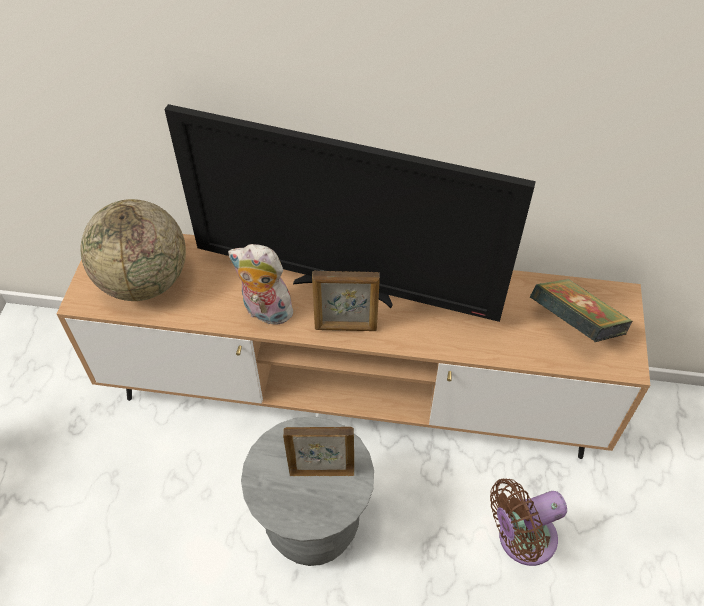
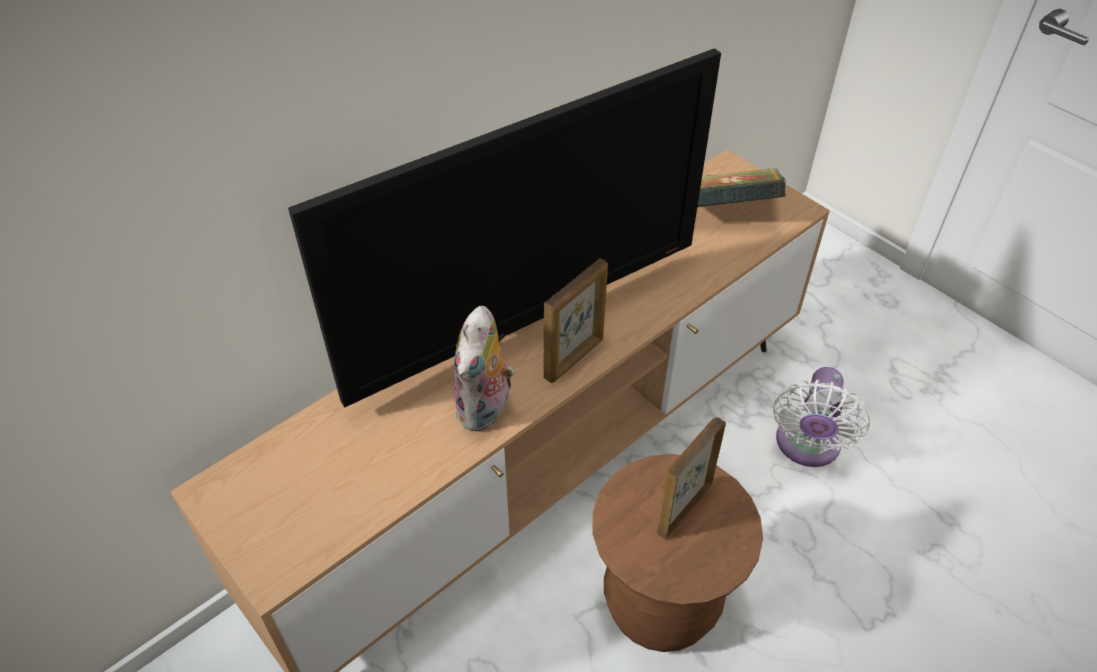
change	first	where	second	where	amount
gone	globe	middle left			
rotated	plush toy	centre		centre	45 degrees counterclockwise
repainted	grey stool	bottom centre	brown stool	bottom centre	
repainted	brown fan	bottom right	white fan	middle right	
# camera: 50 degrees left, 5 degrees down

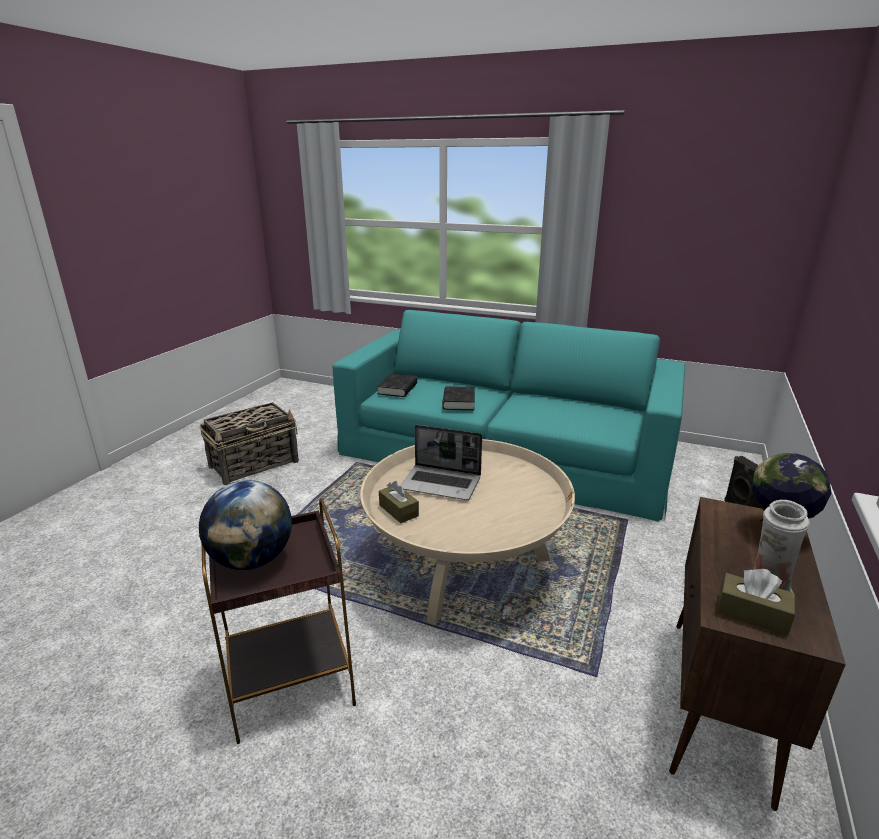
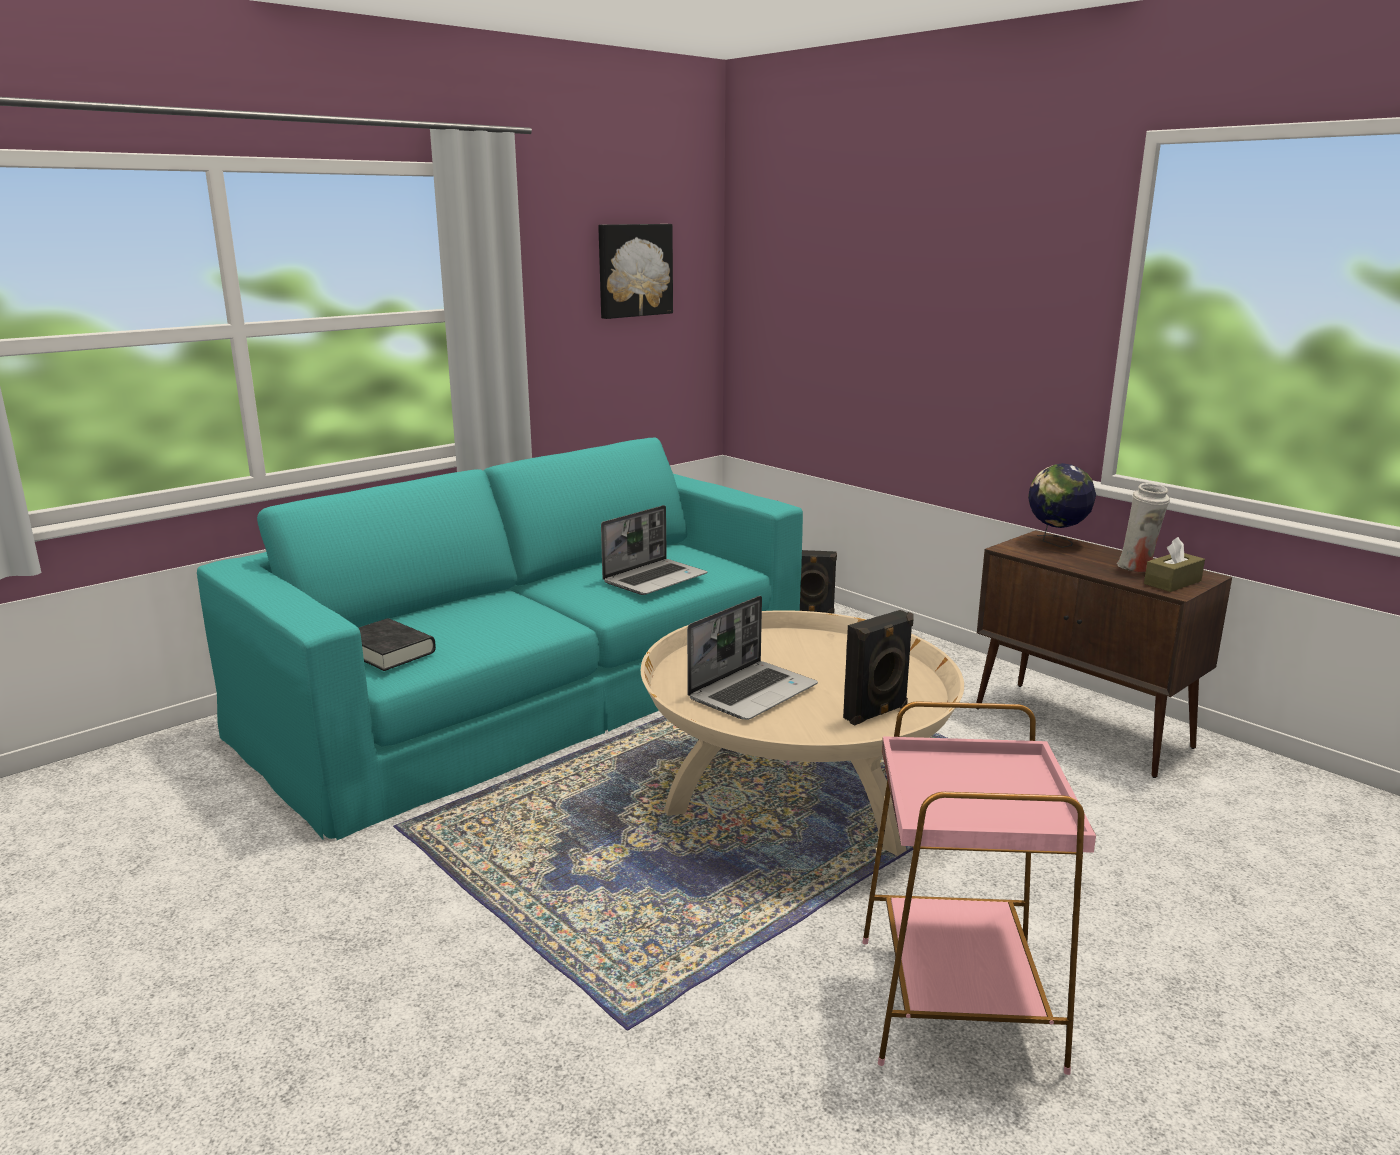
change	first	where	second	where	amount
gone	black book (no. 2 from left)	centre			
gone	basket	middle left			
gone	globe (no. 1 from left)	middle left			
gone	brown tissue box (no. 1 from left)	centre			
repainted	brown side table	bottom left	pink side table	bottom right	
new			picture	top centre	
new			laptop (no. 1 from left)	centre	
new			black speaker (no. 2 from left)	centre	
# camera: 65 degrees left, 5 degrees down

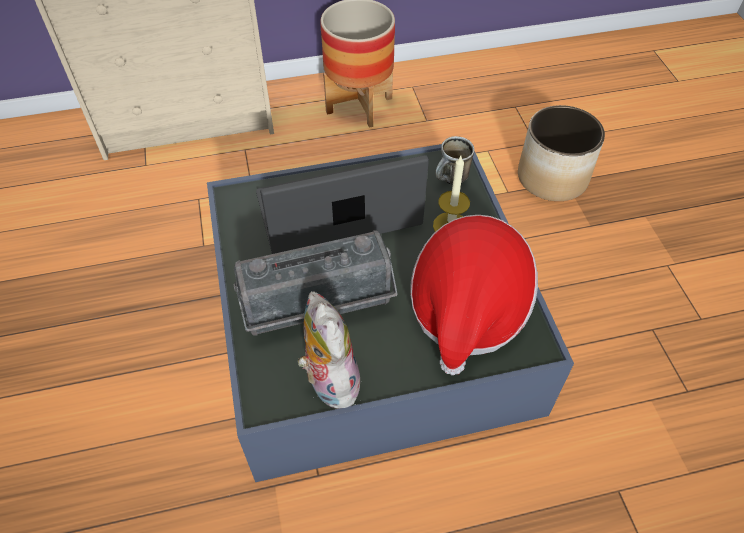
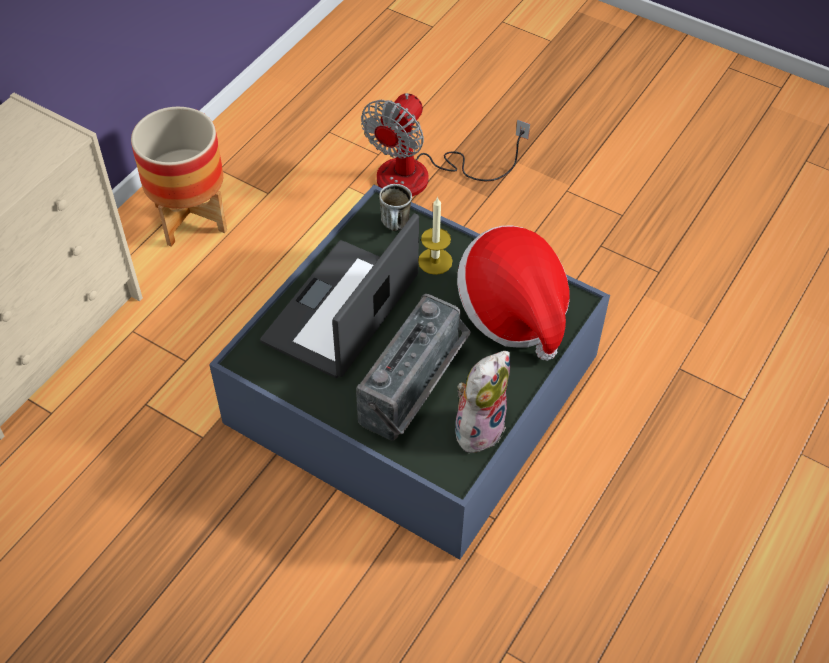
change	first	where	second	where	amount
swapped	planter (no. 2 from left)	top right	fan	top centre	
rotated	plush toy	centre		centre	105 degrees clockwise
# camera: 45 degrees left, 0 degrees up

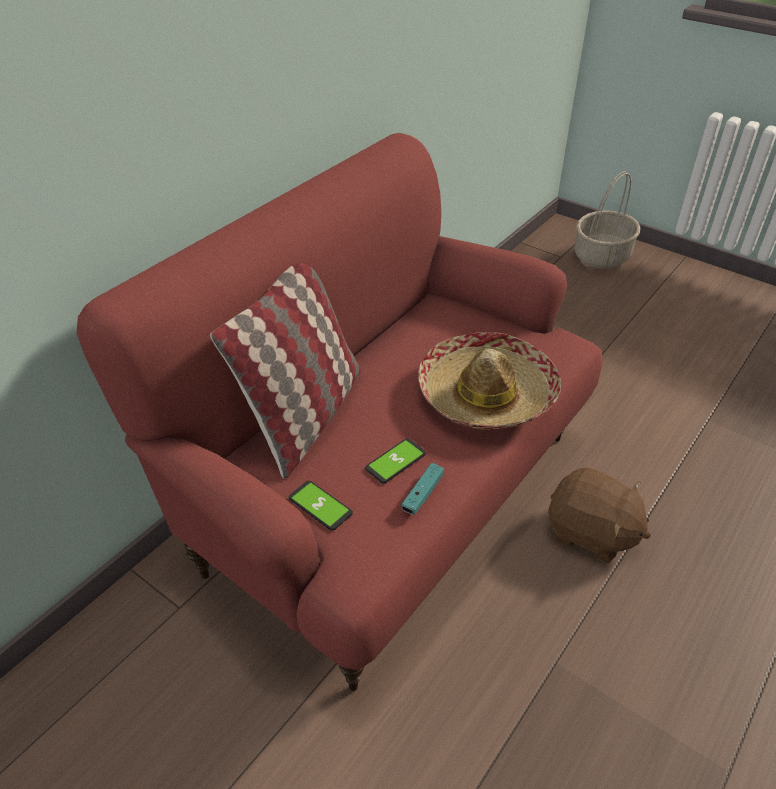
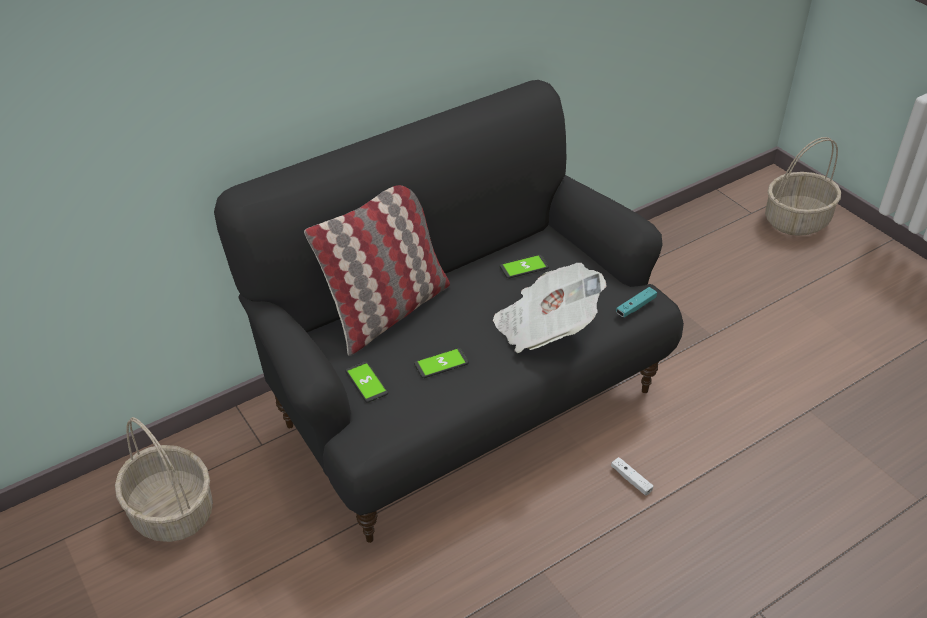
change	first	where	second	where	amount
repainted	red sofa	centre	black sofa	centre	
swapped	hat	centre	newspaper	centre	
shifted	turquoise game controller	centre		middle right	
swapped	brown plush toy	middle right	white game controller	bottom right	
new			phone (no. 3 from left)	centre	
new			basket (no. 1 from left)	bottom left	
# camera: 20 degrees right, 0 degrees up

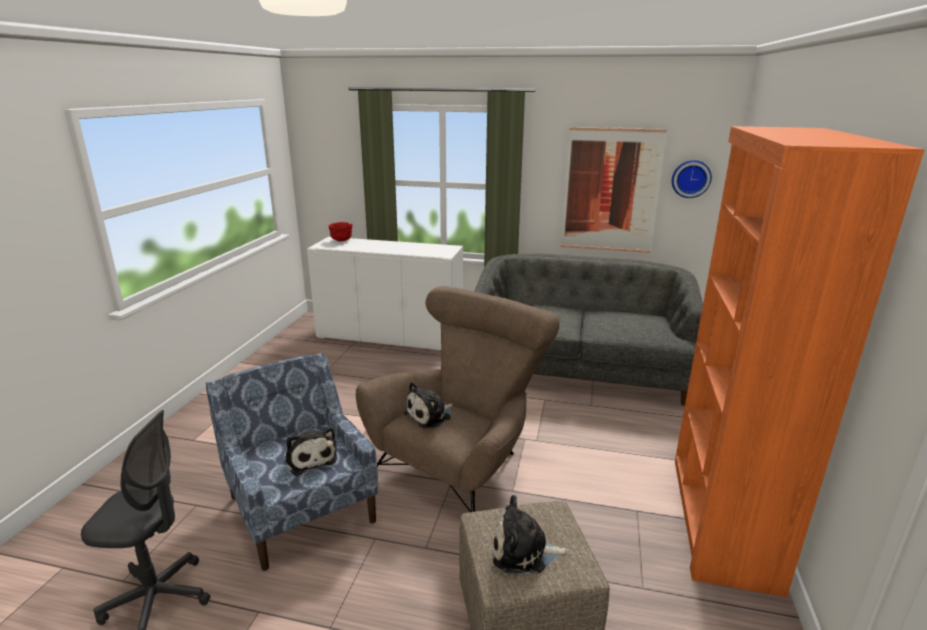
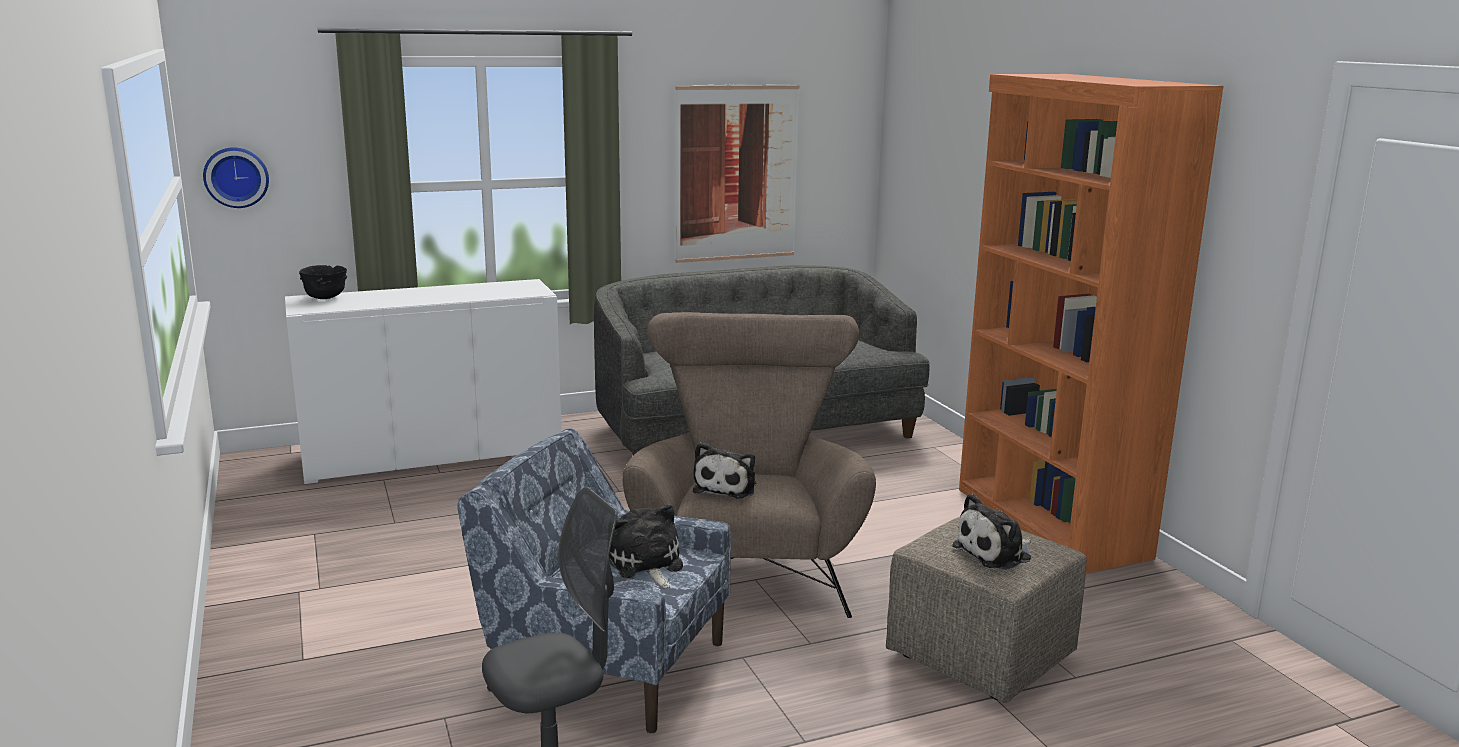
change	first	where	second	where	amount
shifted	wall clock	top right		top left	
repainted	red bowl	centre	black bowl	middle left	
rotated	plush toy (no. 1 from left)	bottom centre		bottom centre	135 degrees counterclockwise
# camera: 35 degrees left, 5 degrees down

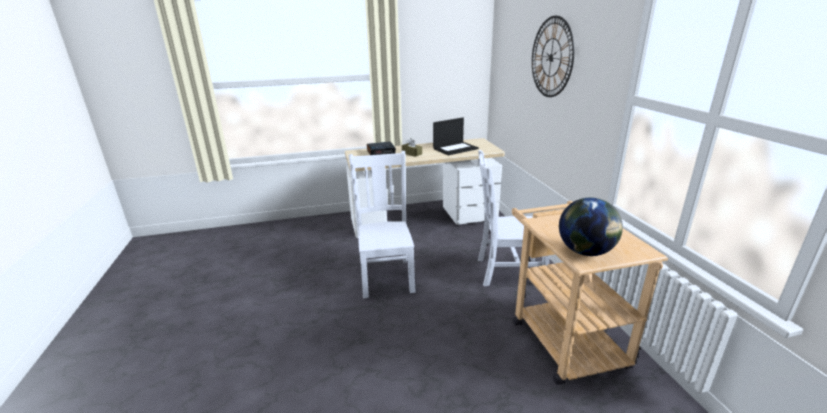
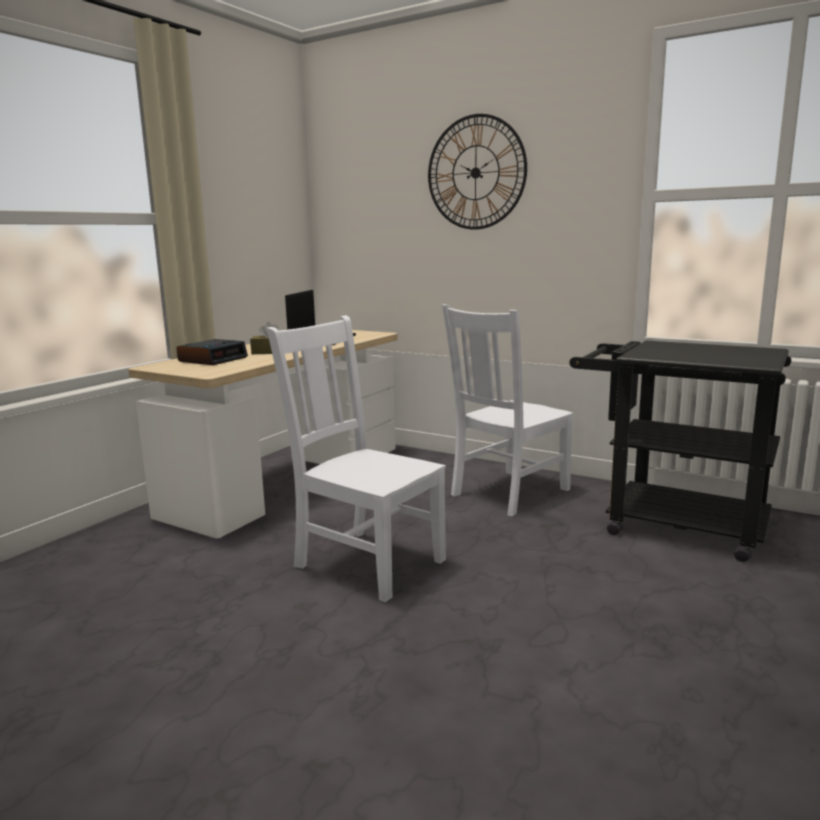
change	first	where	second	where	amount
gone	globe	middle right			
repainted	beige cart	bottom right	black cart	middle right	
# camera: 45 degrees left, 10 degrees down

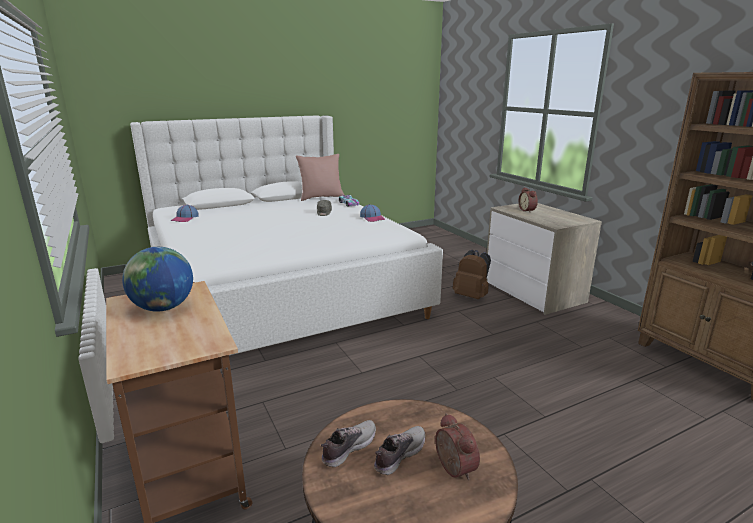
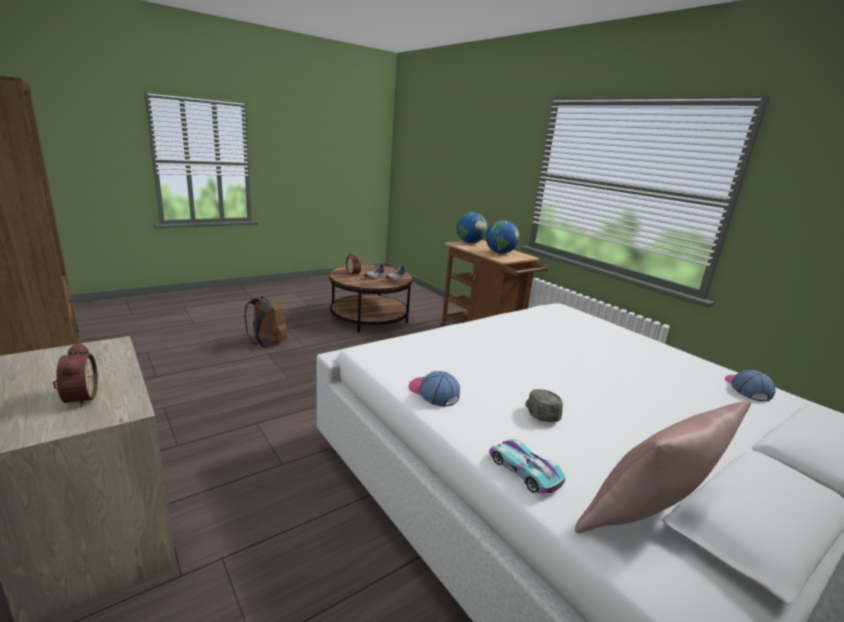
change	first	where	second	where	amount
shifted	brown backpack	centre		middle left	
new			globe (no. 1 from left)	centre	
# camera: 170 degrees right, 0 degrees up

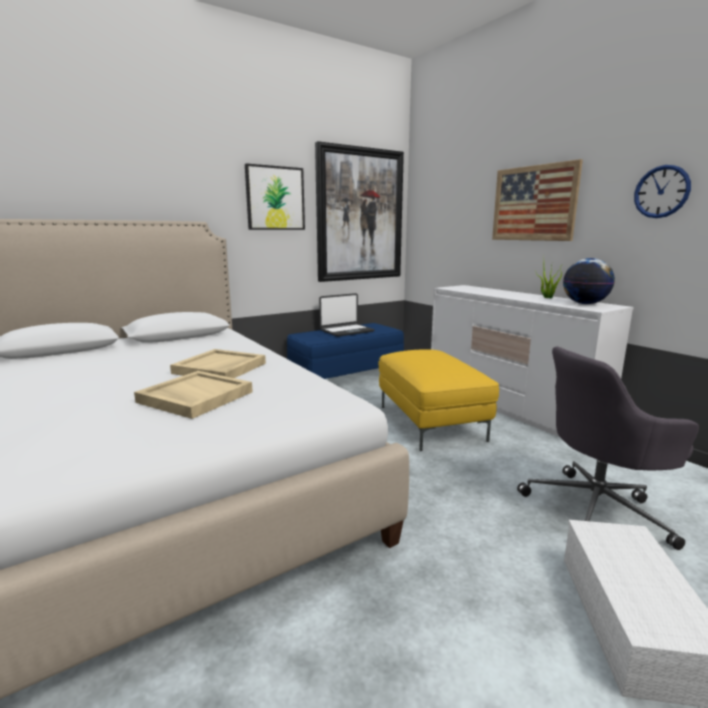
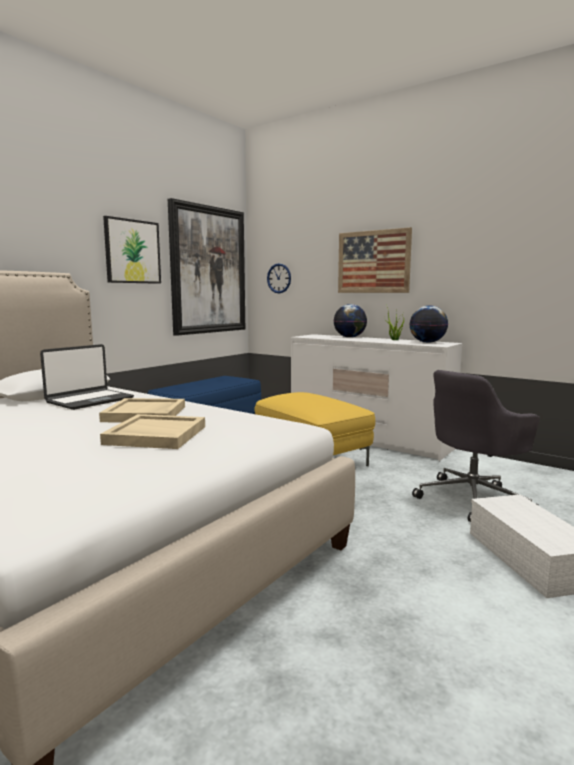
change	first	where	second	where	amount
shifted	wall clock	top right		centre	
shifted	laptop	centre		middle left	
new			globe (no. 1 from left)	centre	
# camera: 20 degrees left, 5 degrees down

